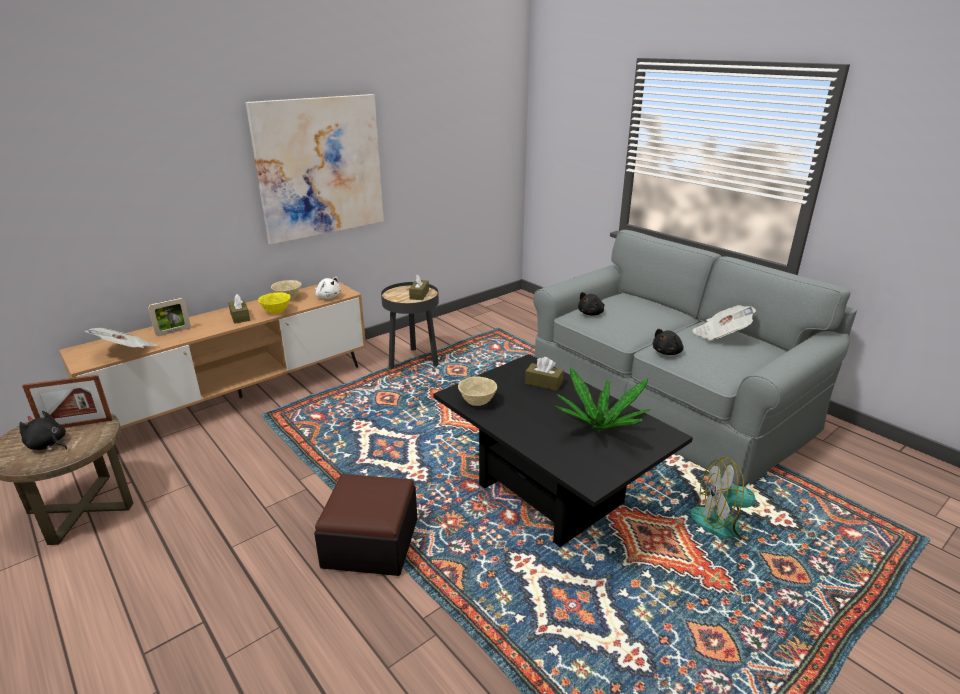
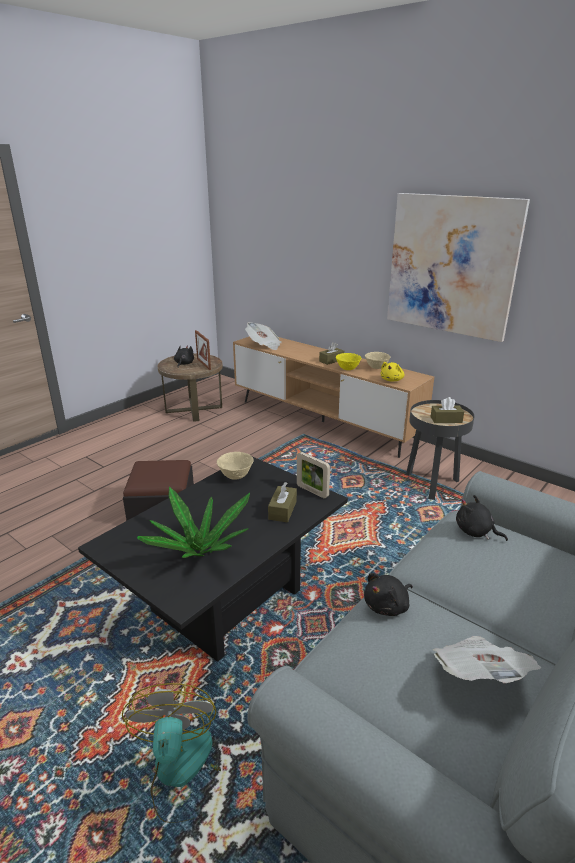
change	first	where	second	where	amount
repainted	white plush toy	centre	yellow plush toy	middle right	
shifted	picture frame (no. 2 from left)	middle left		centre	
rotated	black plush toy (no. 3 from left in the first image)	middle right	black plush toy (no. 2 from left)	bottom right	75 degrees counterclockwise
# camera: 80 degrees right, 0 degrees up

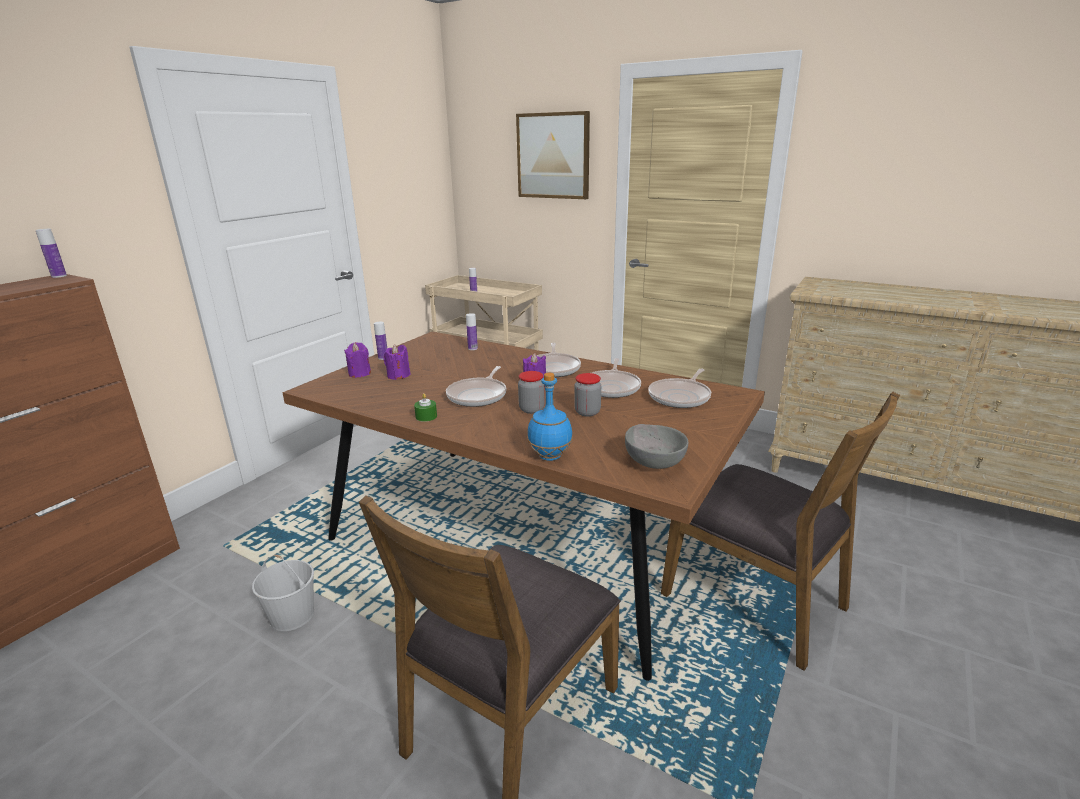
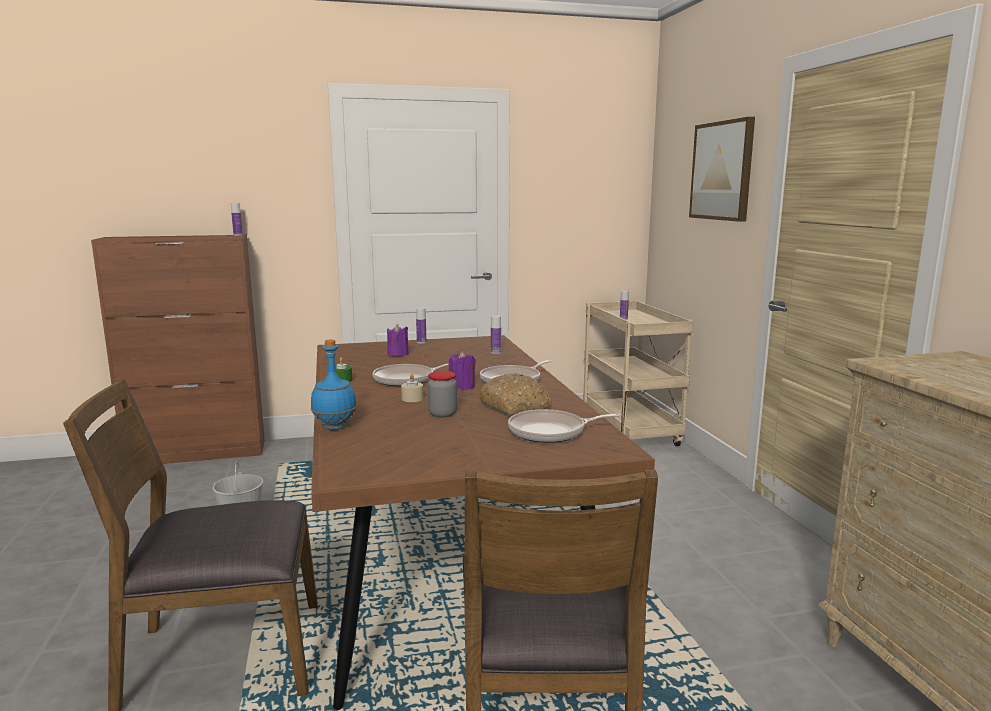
change	first	where	second	where	amount
gone	purple candle (no. 1 from left)	middle left			
swapped	frying pan (no. 3 from left)	centre	bread	centre	
swapped	jar (no. 1 from left)	centre	beige candle	centre	
gone	grey bowl	centre			
# camera: 45 degrees right, 10 degrees down

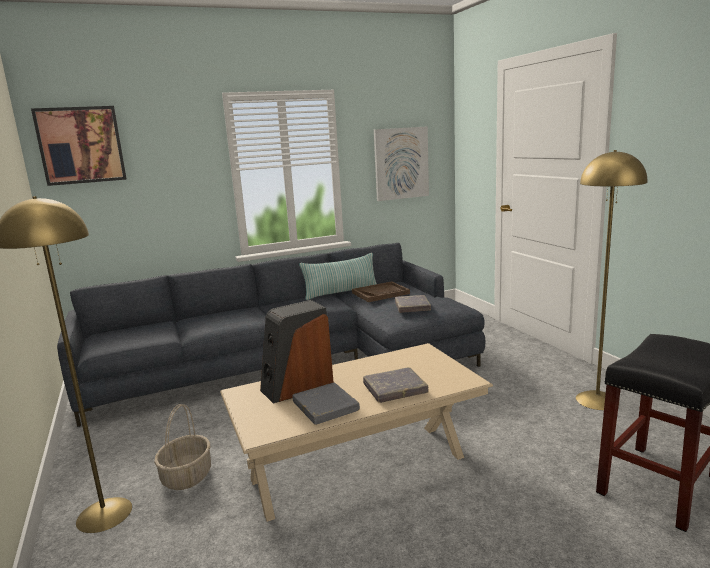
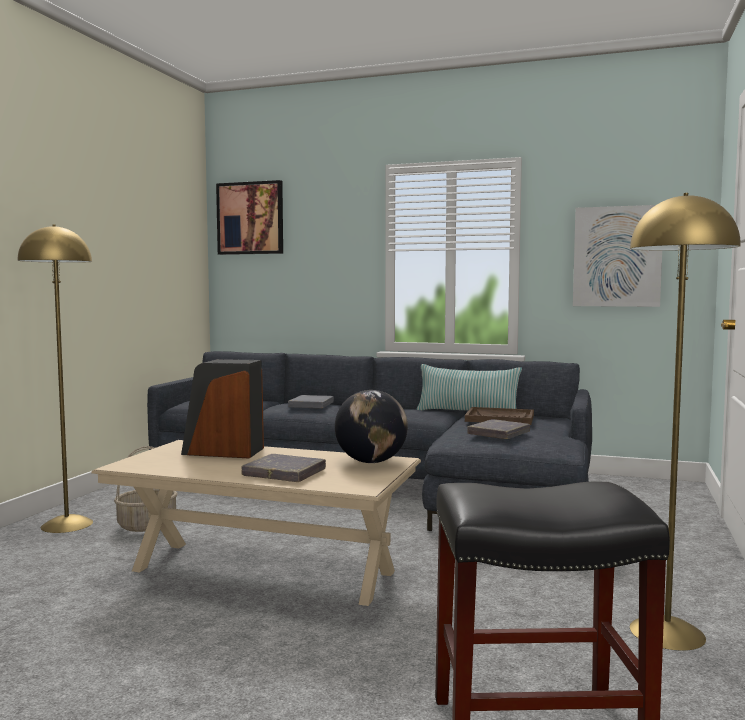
change	first	where	second	where	amount
shifted	grey book (no. 1 from left in the first image)	bottom centre	grey book (no. 2 from left)	centre	
new			globe	centre	
# camera: 40 degrees right, 10 degrees down

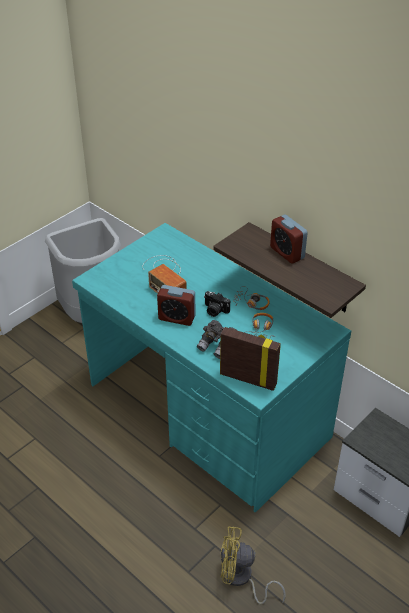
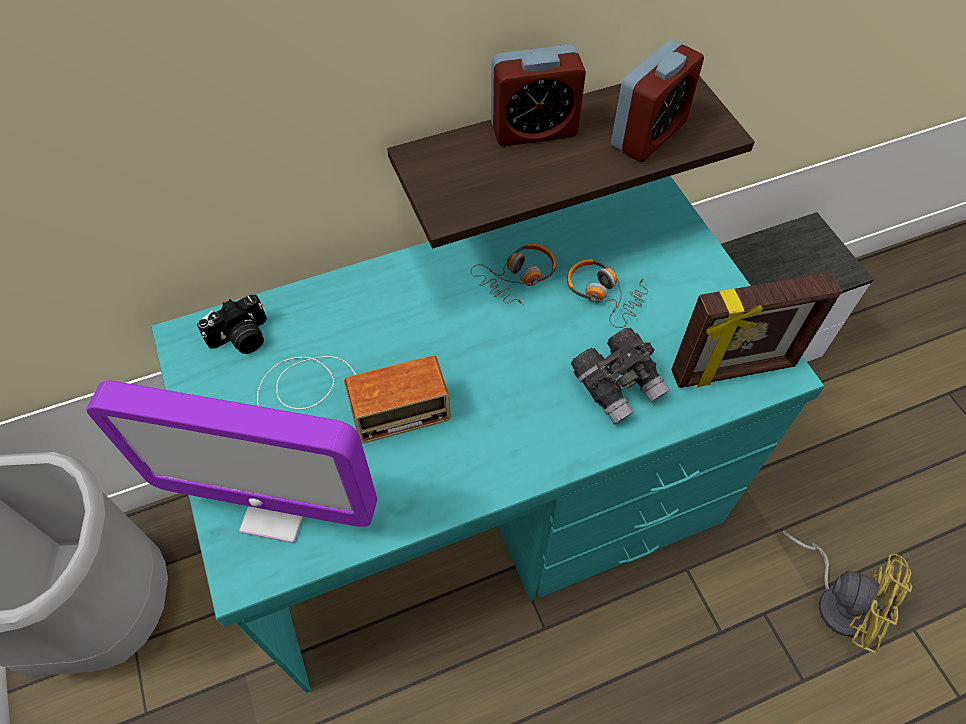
change	first	where	second	where	amount
shifted	alarm clock (no. 1 from left in the first image)	centre	alarm clock (no. 2 from left)	top right	
shifted	photo camera	centre		middle left	
rotated	picture frame	centre		middle right	150 degrees counterclockwise
rotated	yellow fan	bottom centre		bottom right	90 degrees counterclockwise
new			monitor	middle left	
# camera: 65 degrees left, 15 degrees up

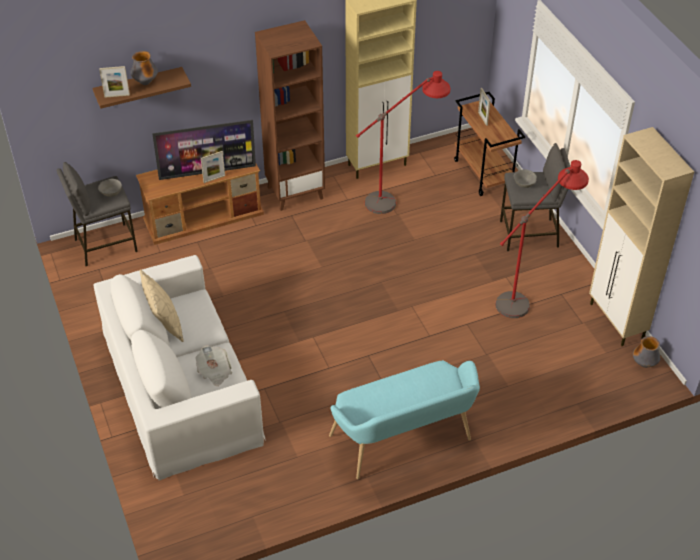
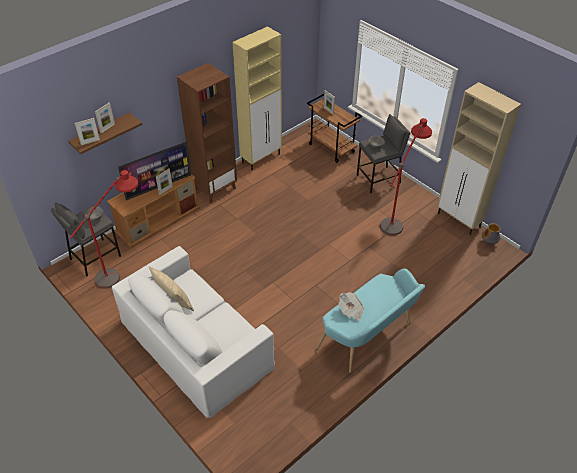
change	first	where	second	where	amount
swapped	vase (no. 1 from left)	top left	picture frame (no. 2 from left)	top left	
shifted	red floor lamp (no. 1 from left)	top centre		middle left	
shifted	newspaper	middle left		centre	
# camera: 20 degrees left, 0 degrees up

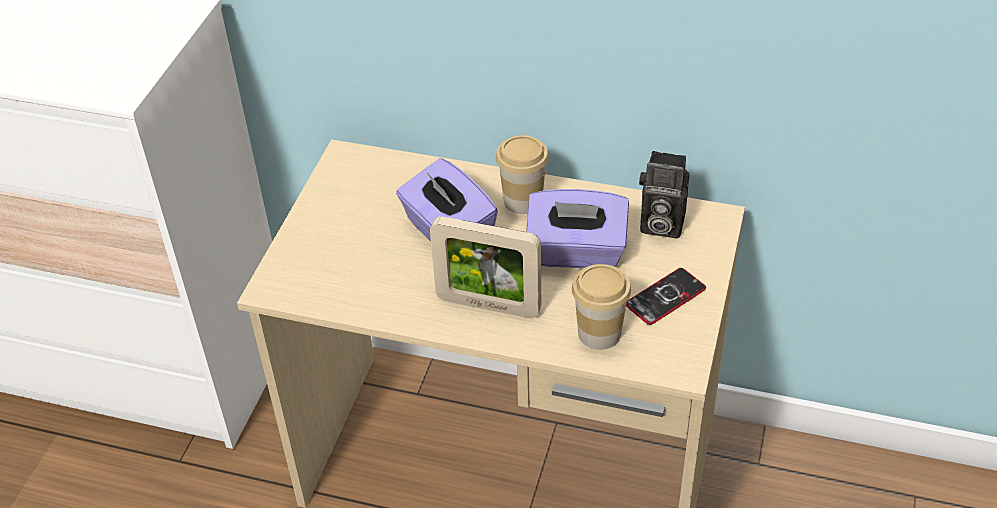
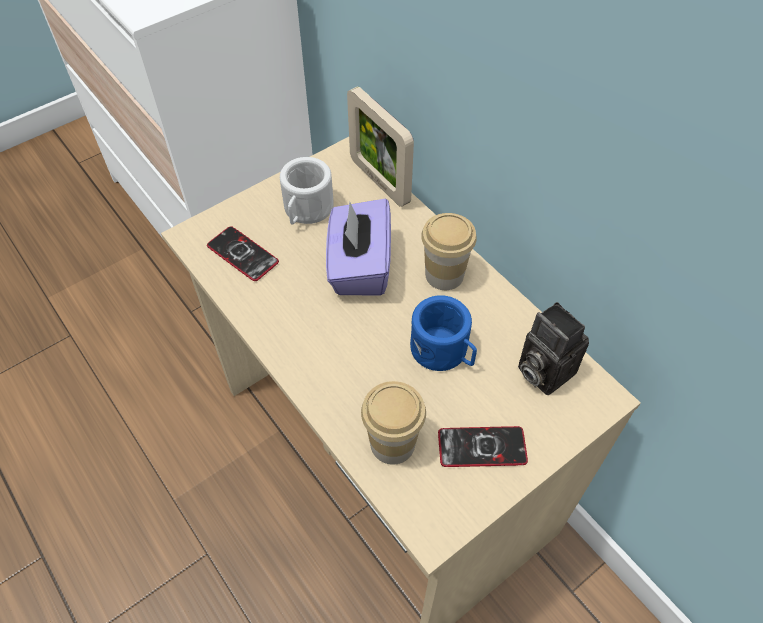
change	first	where	second	where	amount
swapped	purple tissue box (no. 2 from left)	centre	blue mug	centre	
shifted	picture frame	centre		top centre	
new			white mug	top centre	
new			phone (no. 1 from left)	middle left	
# camera: 35 degrees right, 10 degrees up

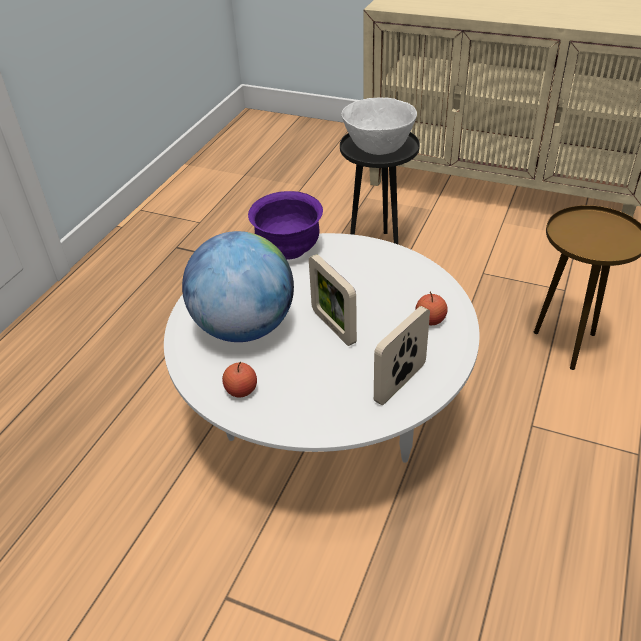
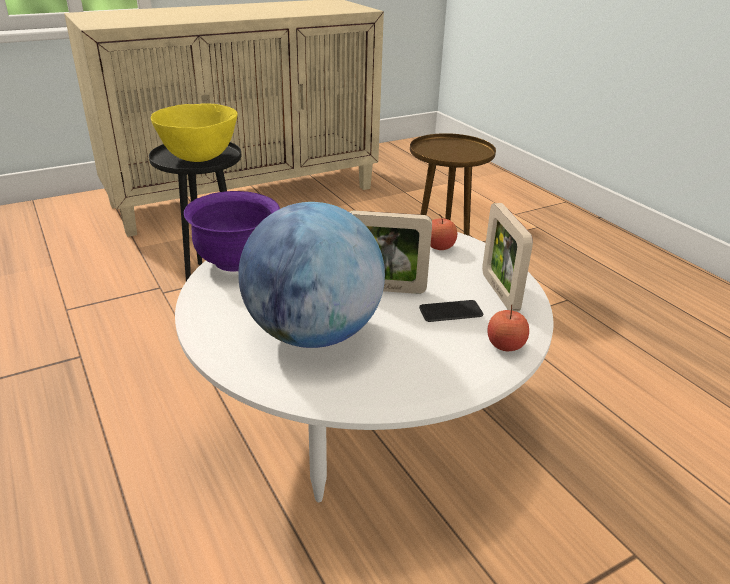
change	first	where	second	where	amount
repainted	white bowl	top centre	yellow bowl	top left	
shifted	apple (no. 1 from left in the first image)	centre	apple (no. 2 from left)	middle right	
new			phone	centre	
# camera: 55 degrees left, 10 degrees down

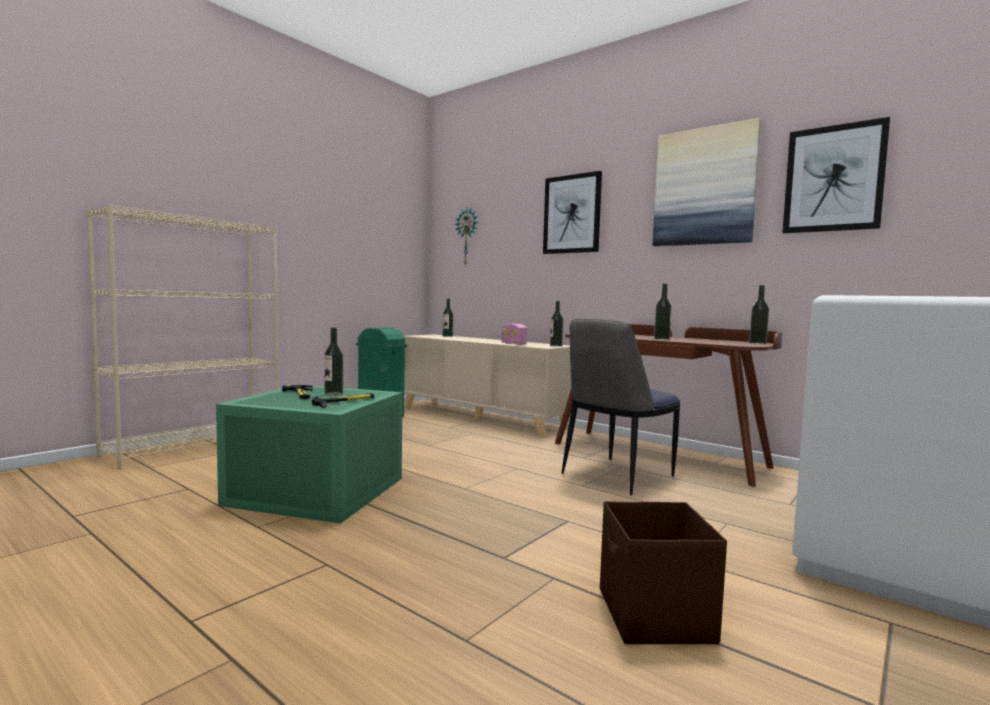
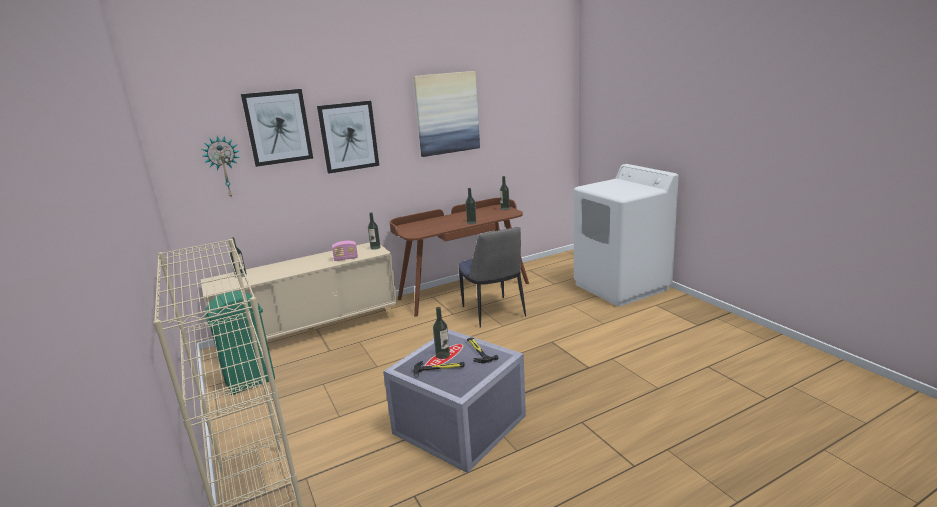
change	first	where	second	where	amount
shifted	picture (no. 3 from left in the first image)	top right	picture (no. 1 from left)	top left	
repainted	green storage box	middle left	grey storage box	bottom centre	
gone	brown storage box	bottom right			
# camera: 65 degrees left, 15 degrees up

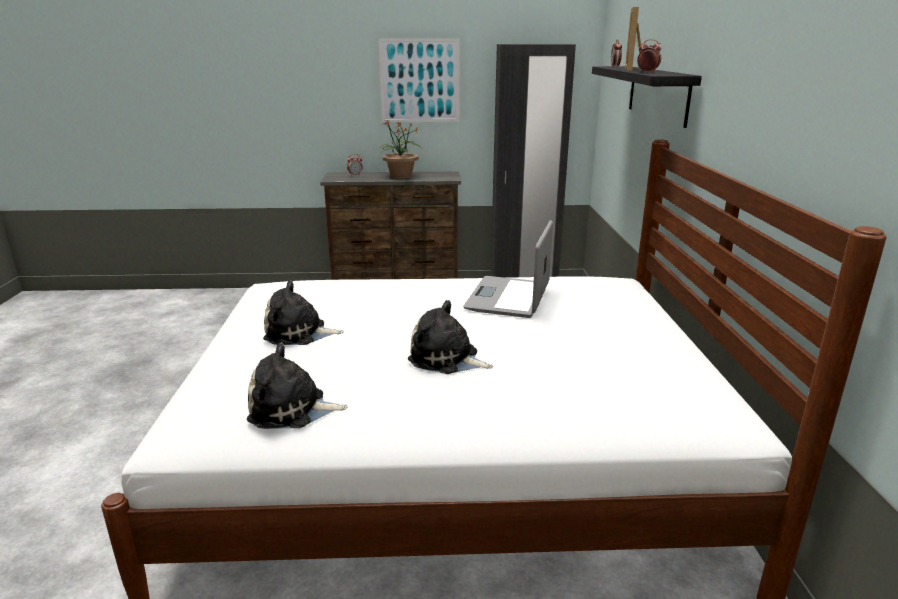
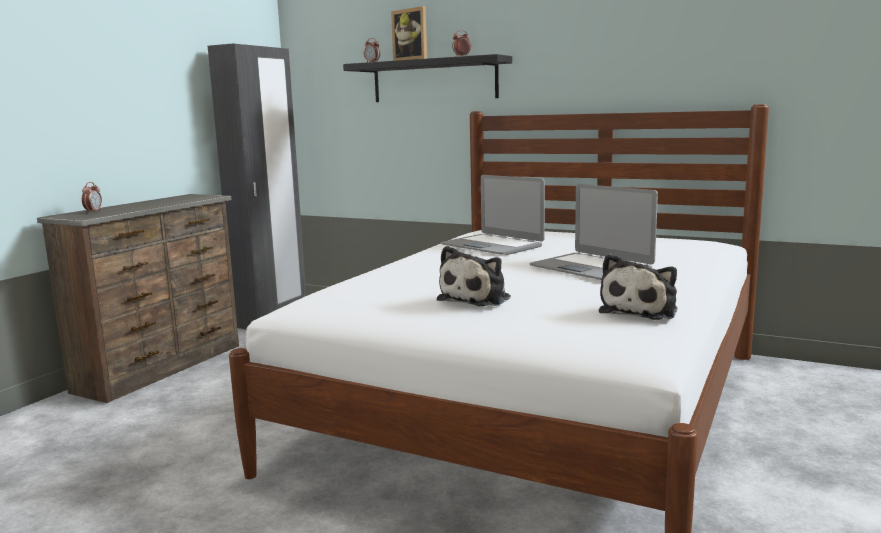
change	first	where	second	where	amount
gone	picture	top centre			
gone	potted plant	top centre			
swapped	plush toy (no. 3 from left)	centre	laptop (no. 2 from left)	middle right	
# camera: 60 degrees left, 10 degrees down

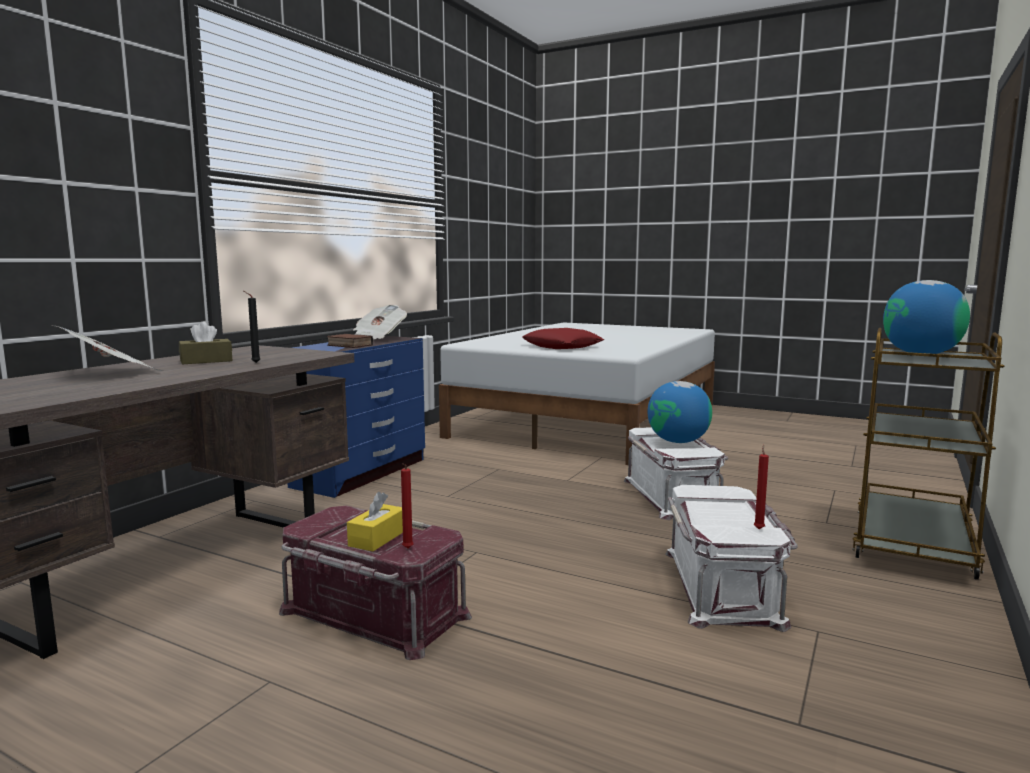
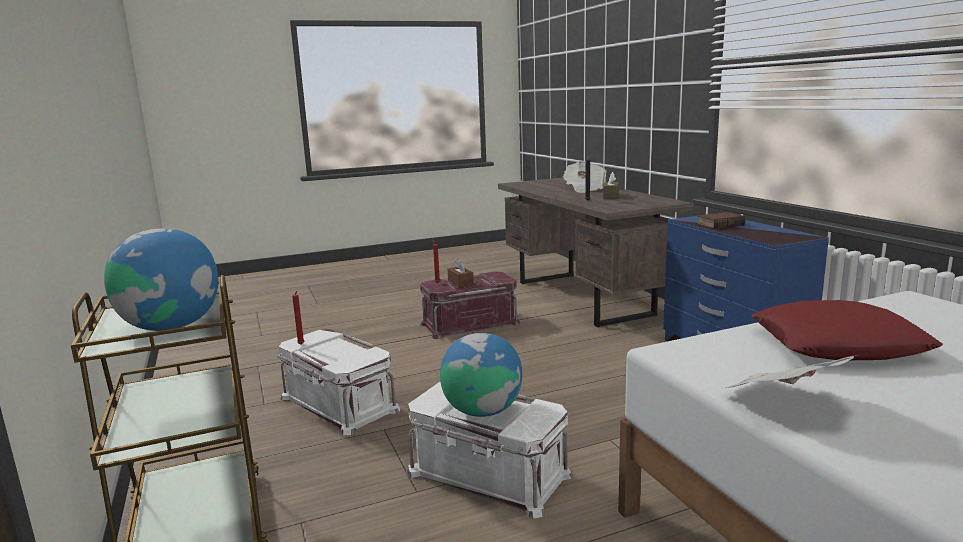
change	first	where	second	where	amount
shifted	newspaper (no. 2 from left)	centre		bottom right	
repainted	yellow tissue box	bottom centre	brown tissue box (no. 1 from left)	centre	
# camera: 130 degrees right, 5 degrees up

